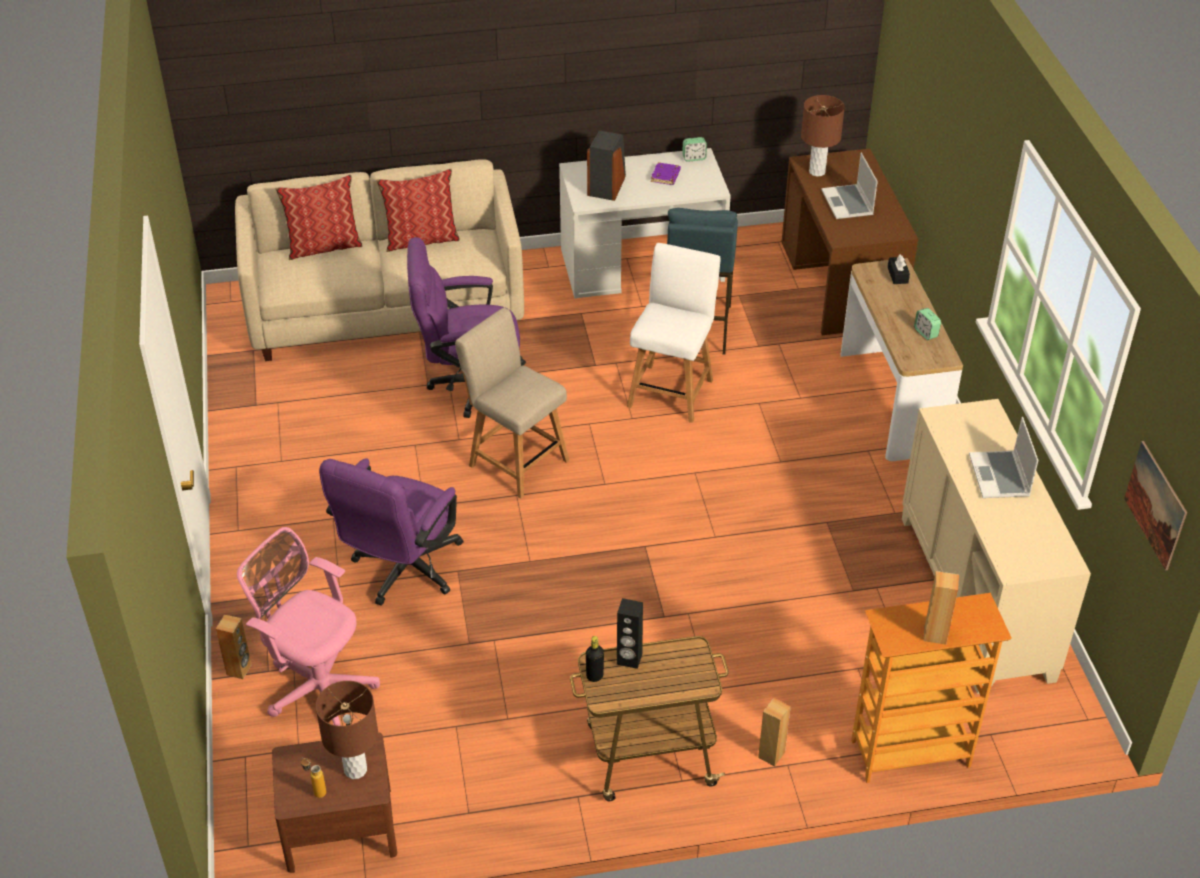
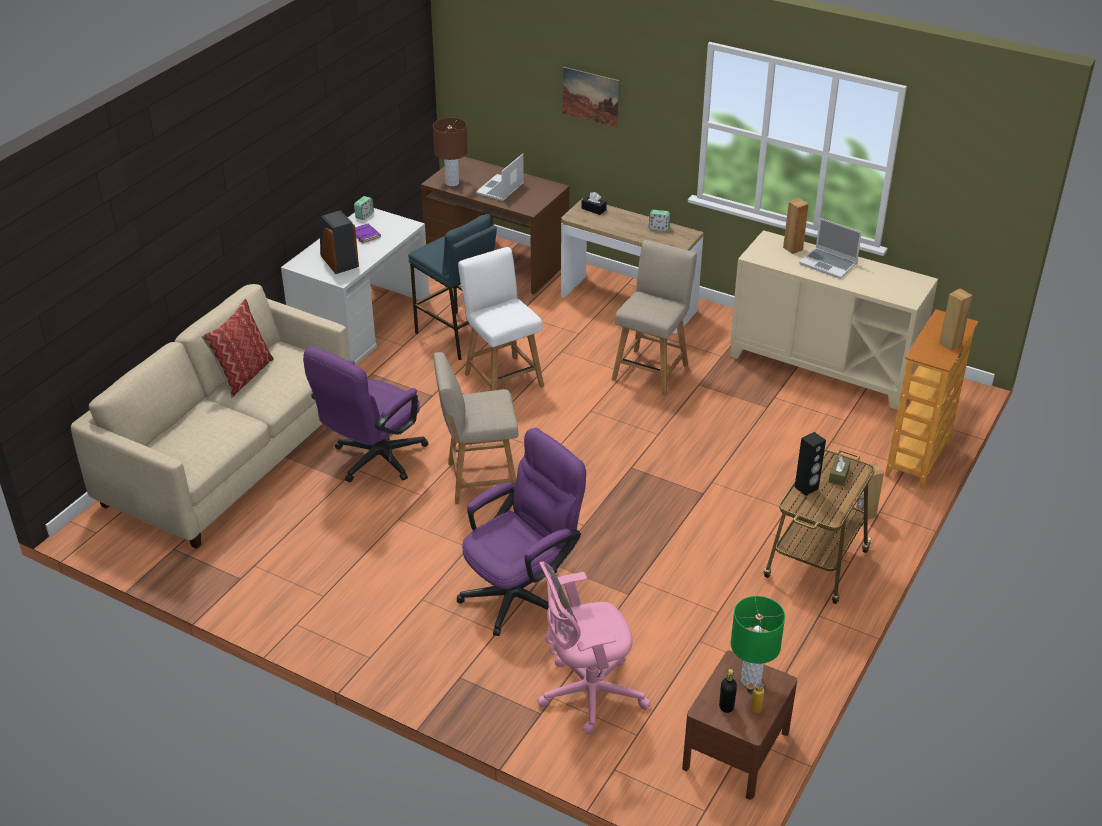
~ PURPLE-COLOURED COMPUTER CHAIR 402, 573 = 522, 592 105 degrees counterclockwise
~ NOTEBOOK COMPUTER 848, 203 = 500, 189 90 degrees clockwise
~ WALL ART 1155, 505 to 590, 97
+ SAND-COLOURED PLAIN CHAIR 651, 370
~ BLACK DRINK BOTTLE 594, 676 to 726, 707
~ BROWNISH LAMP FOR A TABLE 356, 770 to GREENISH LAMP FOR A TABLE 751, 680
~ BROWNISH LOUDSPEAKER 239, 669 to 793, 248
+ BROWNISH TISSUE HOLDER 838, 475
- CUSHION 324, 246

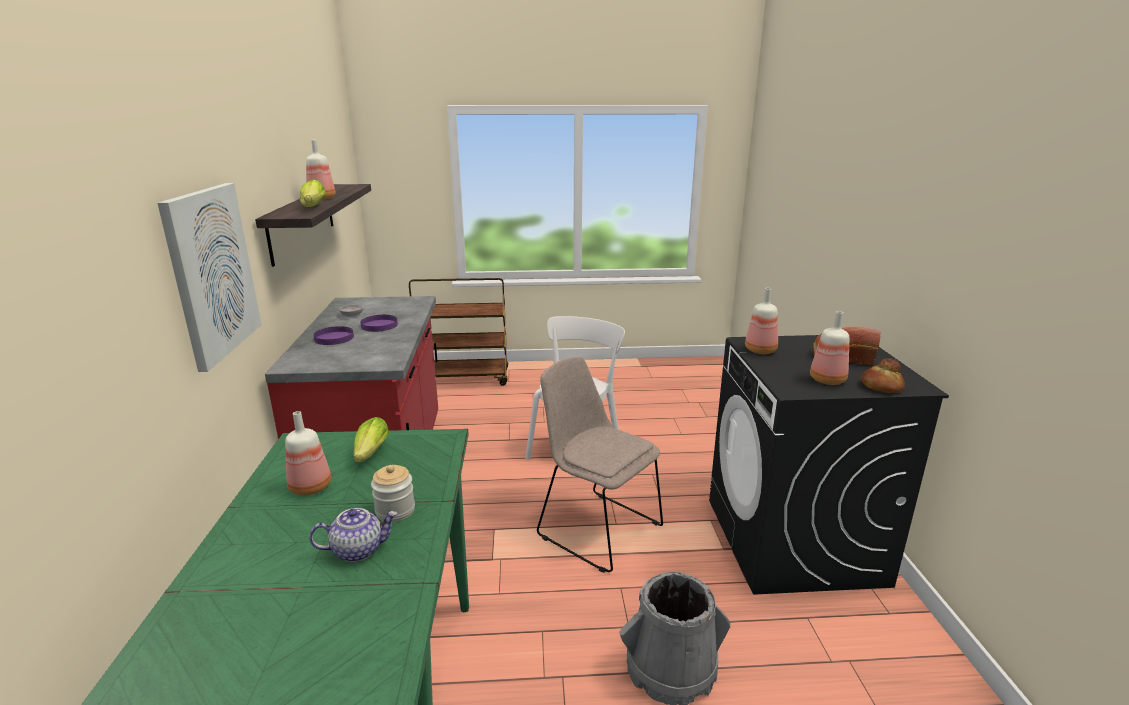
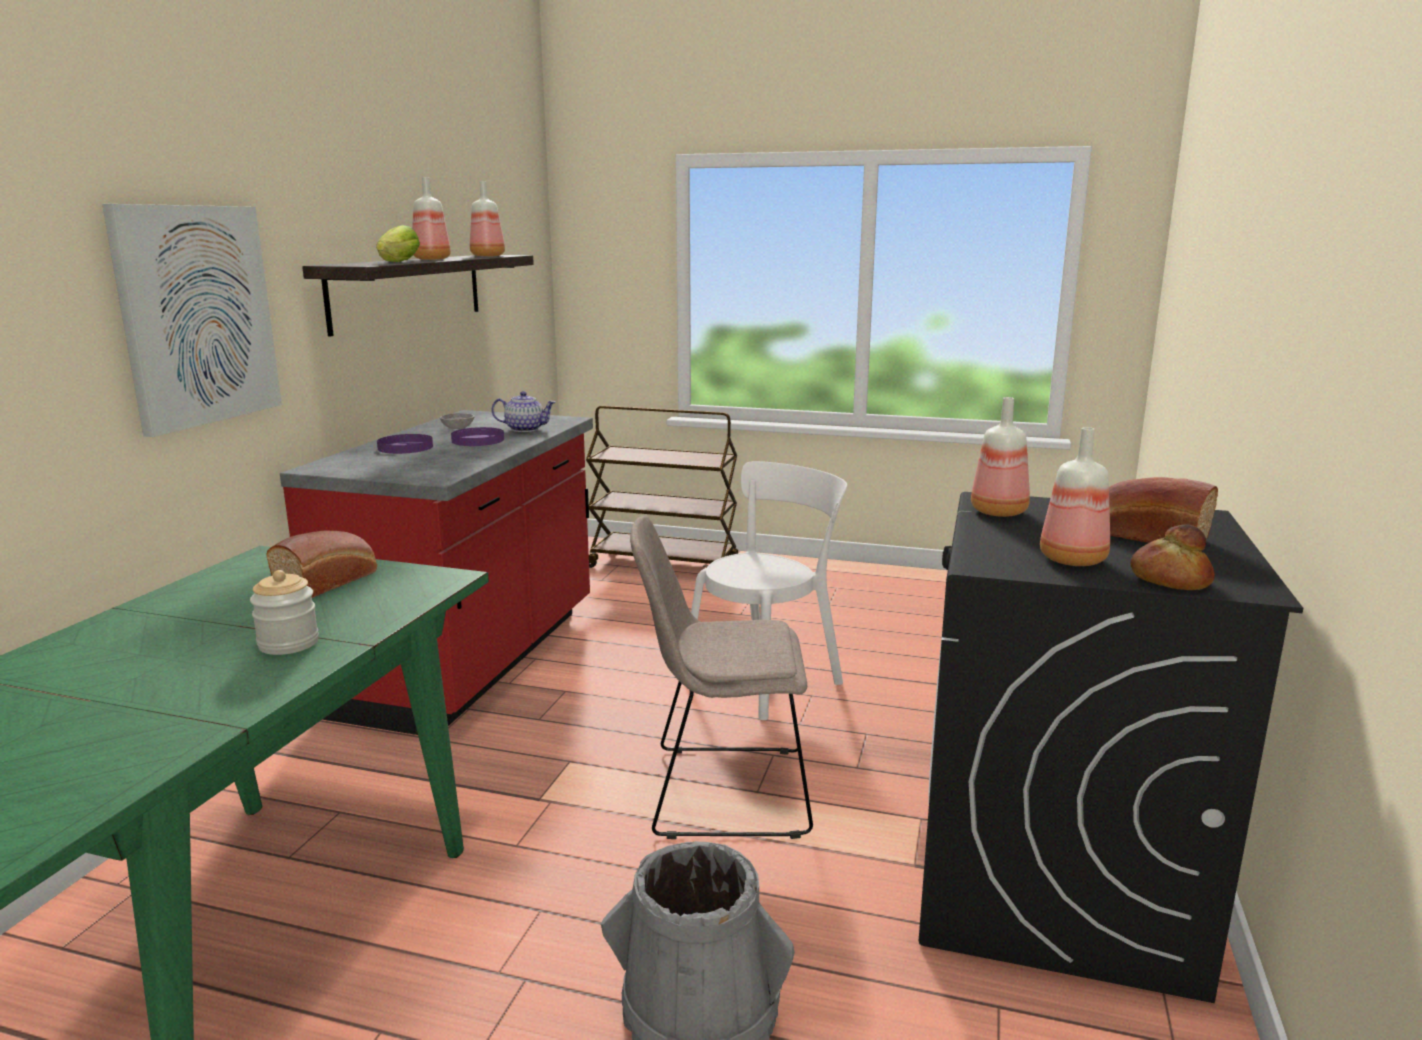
~ HEAD OF LETTUCE 369, 455 to BAKERY BREAD 329, 582
~ DRINK BOTTLE 312, 487 to 489, 256
~ TEAPOT 358, 550 to 525, 429
~ SAND-COLOURED PLAIN CHAIR 596, 528 = 722, 791 60 degrees counterclockwise

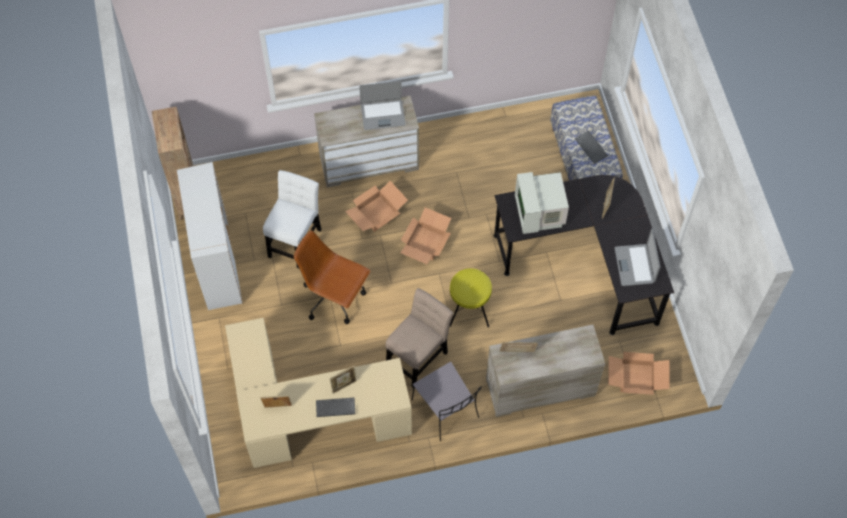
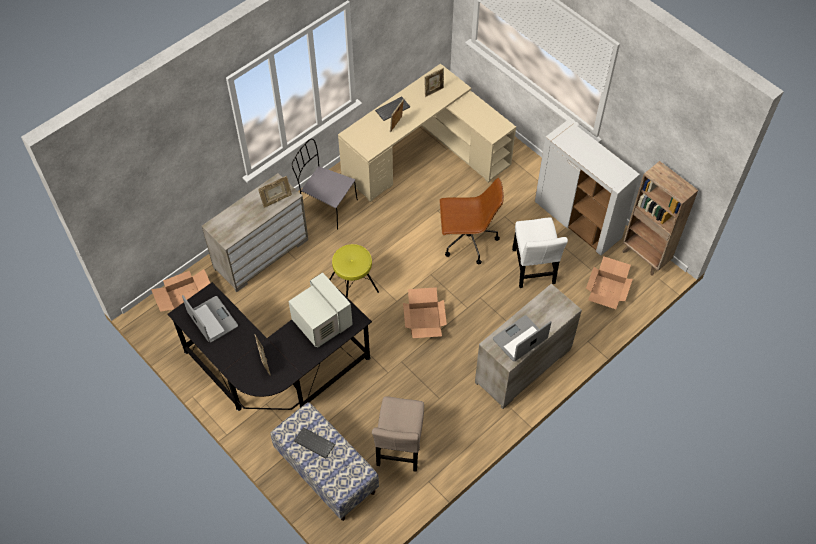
~ SAND-COLOURED PLAIN CHAIR 418, 356 to 400, 448
~ CARTON 377, 214 to 606, 290

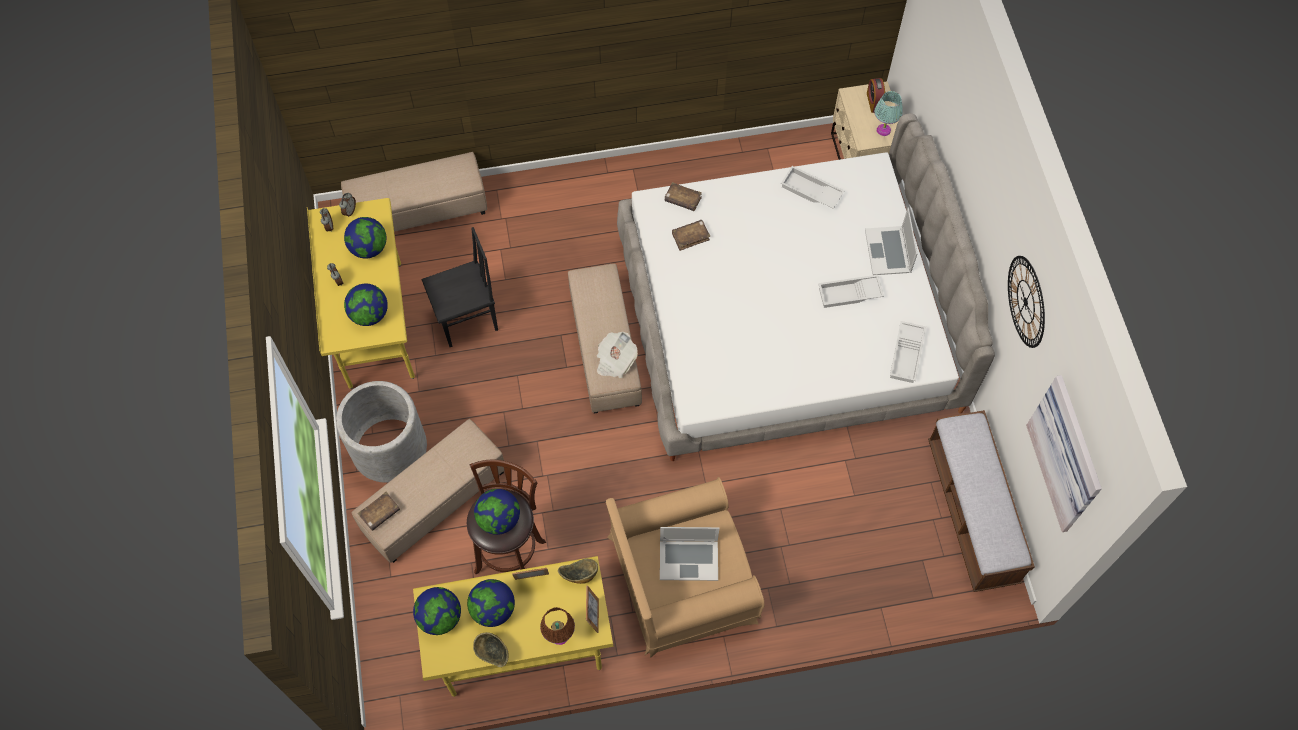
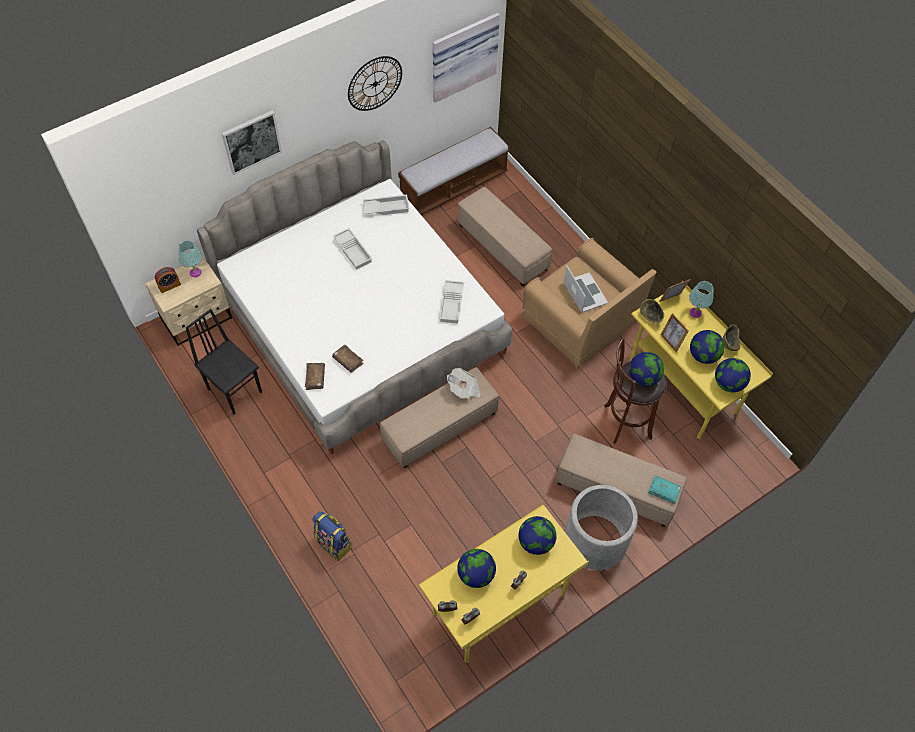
~ BLACK PLAIN CHAIR 467, 321 to 235, 389
+ WALL ART 251, 141
+ BACKPACK 334, 543
~ WHITE SERVING TRAY 810, 191 to 452, 304
~ SAND-COLOURED OTTOMAN 418, 211 to 503, 247
~ BROWNISH BOUND BOOK 380, 513 to TURQUOISE BOUND BOOK 664, 491
~ BROWNISH LAMP FOR A TABLE 560, 636 to TURQUOISE LAMP FOR A TABLE 695, 312
- NOTEBOOK COMPUTER 888, 251

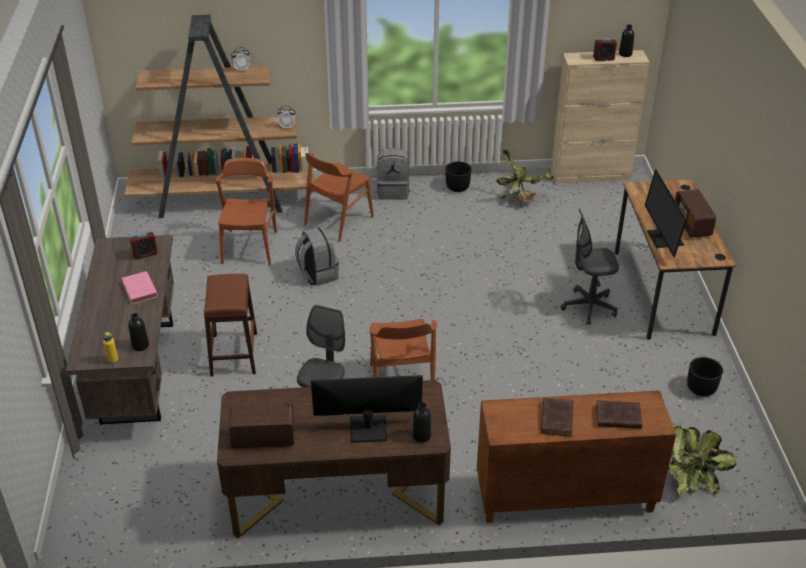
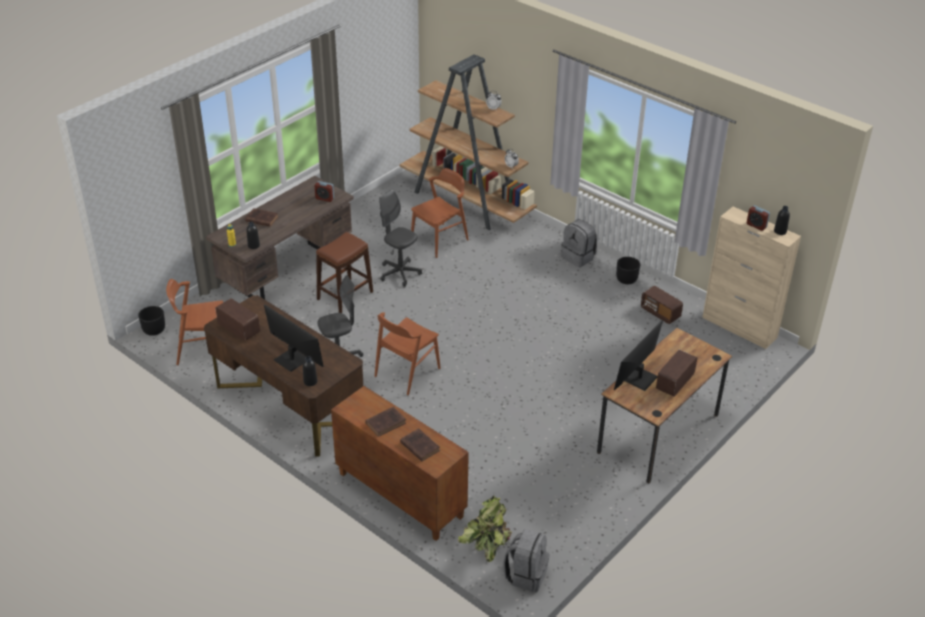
~ BLACK FLOWER POT 701, 388 to 154, 330
~ BROWNISH PLAIN CHAIR 338, 220 to 202, 349
+ BROWNISH BOUND BOOK 261, 219
~ GREY COMPUTER CHAIR 589, 307 to 399, 273
~ GREY BACKPACK 317, 274 to 526, 574
~ PLANT IN A POT 522, 198 to RADIO RECEIVER 660, 313
- PINK BOUND BOOK 140, 290

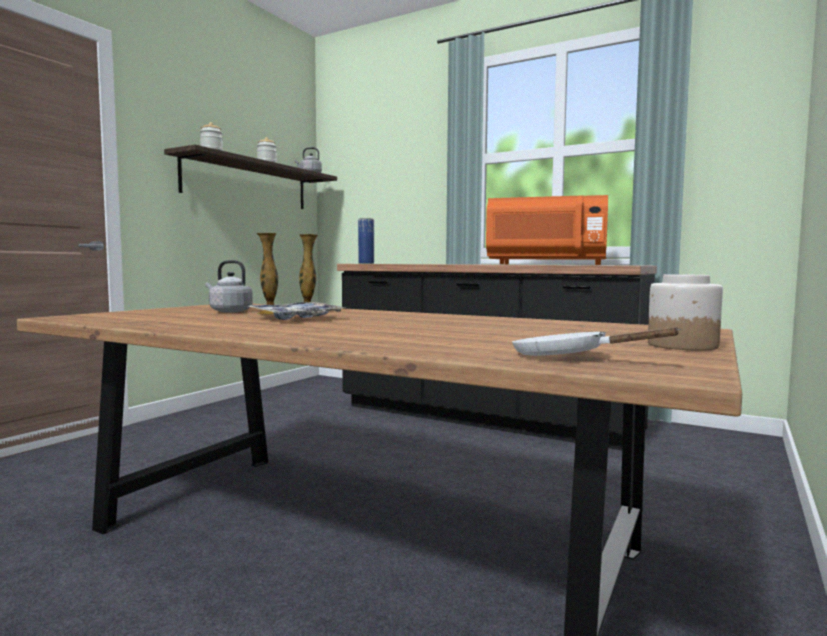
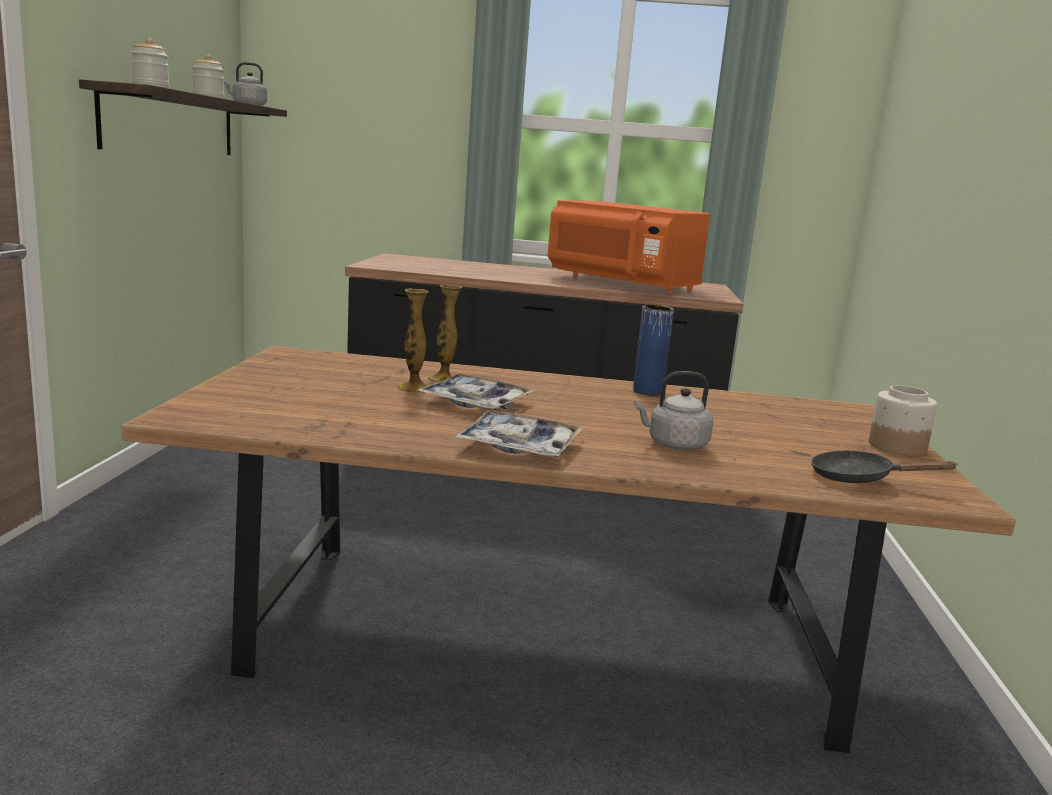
+ SERVING TRAY 519, 446
~ ORANGEY MICROWAVE OVEN 546, 264 = 622, 283 45 degrees clockwise
~ BLUISH DECORATIVE VASE 366, 263 to 648, 391
~ GREY KETTLE 229, 311 to 674, 445
~ WHITE PAN 569, 357 to BLACK PAN 859, 478

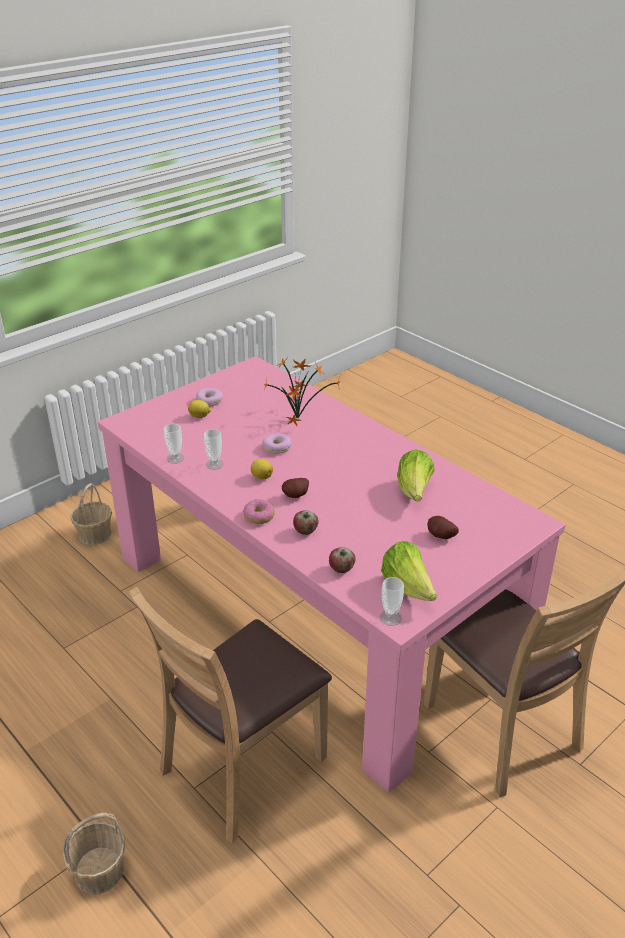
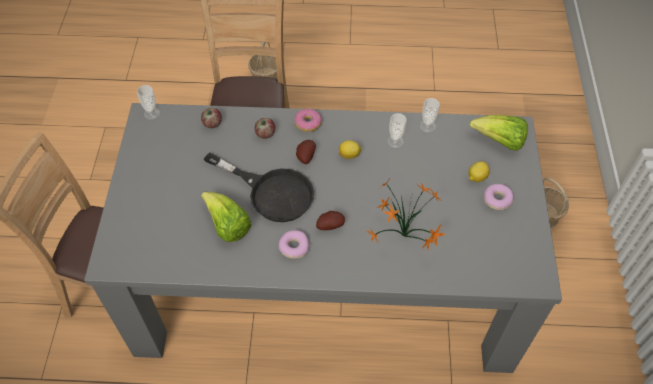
~ PINK DINING TABLE 312, 610 to GREY DINING TABLE 326, 281
+ BLACK PAN 271, 192
~ RING DOUGHNUT 277, 448 to 293, 247
~ SPUD 440, 537 to 330, 225
~ HEAD OF LETTUCE 408, 587 to 499, 141

